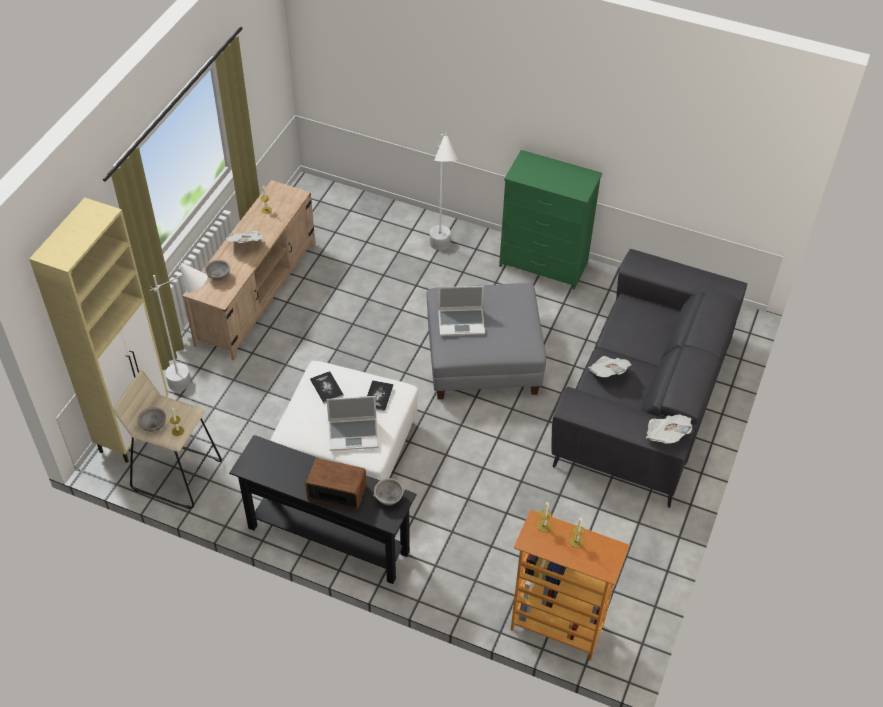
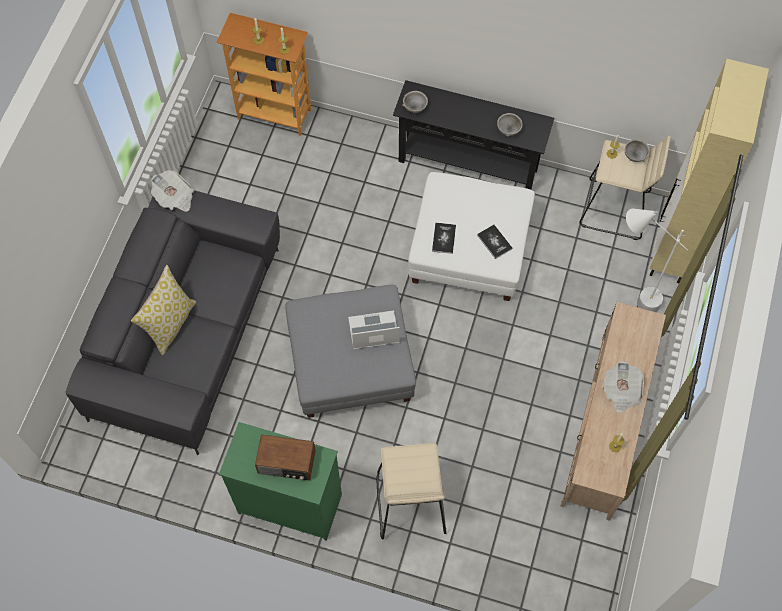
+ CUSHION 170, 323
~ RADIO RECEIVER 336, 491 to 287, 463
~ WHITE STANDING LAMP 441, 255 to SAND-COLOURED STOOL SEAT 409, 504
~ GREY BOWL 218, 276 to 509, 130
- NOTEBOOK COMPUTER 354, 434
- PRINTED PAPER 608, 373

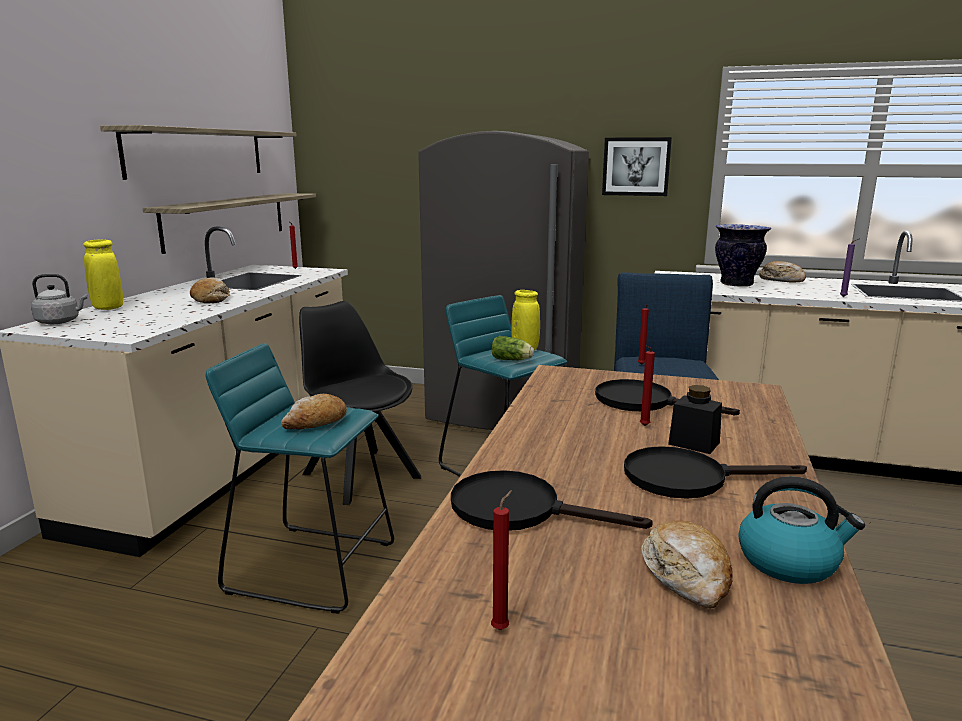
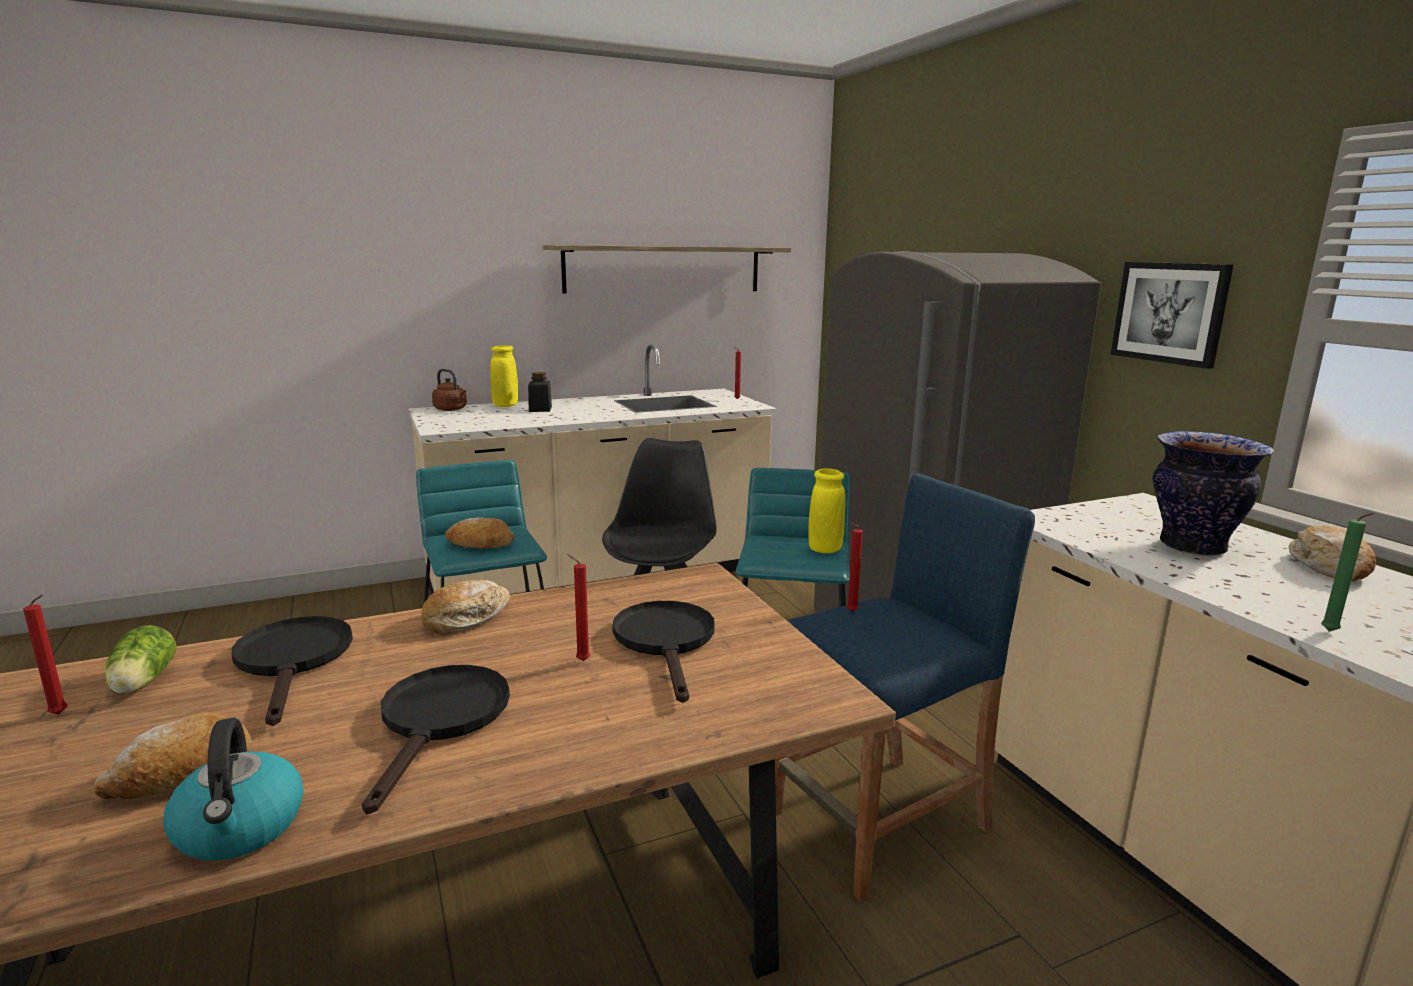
~ HEAD OF LETTUCE 512, 360 to 141, 683
~ BLACK PAN 688, 478 = 440, 721 45 degrees clockwise
~ BAKERY BREAD 211, 299 to 466, 618
~ GREY KETTLE 60, 322 to BROWNISH KETTLE 451, 409
~ BLACK JAR 694, 443 to 540, 409
~ PURPLE-COLOURED CANDLE 844, 297 to GREENISH CANDLE 1331, 632
- SHELF 226, 220

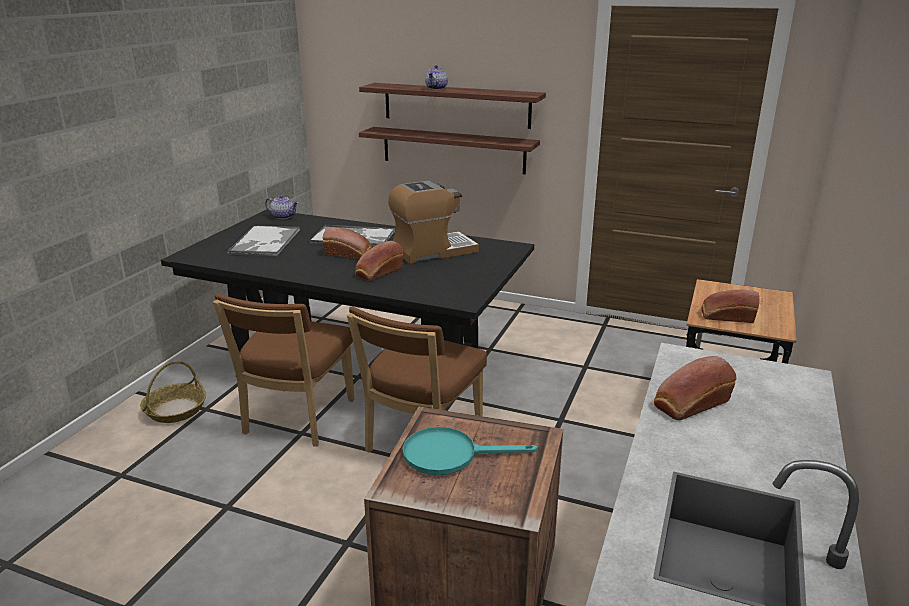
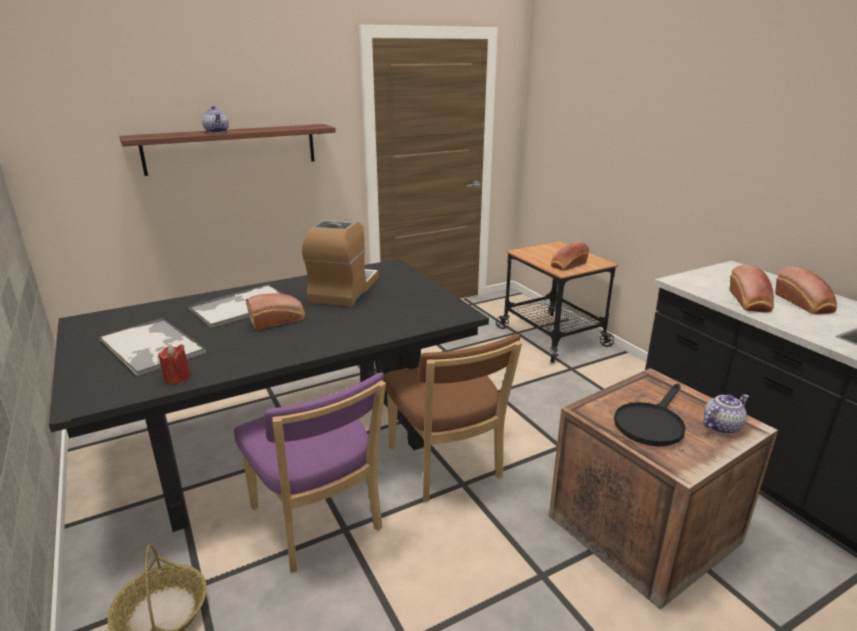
+ RED CANDLE 177, 378
~ BROWNISH PLAIN CHAIR 296, 420 to PURPLE-COLOURED PLAIN CHAIR 318, 523
~ TURQUOISE PAN 450, 455 to BLACK PAN 651, 423
~ TEAPOT 283, 216 to 721, 426
~ BAKERY BREAD 378, 272 to 804, 304
- SHELF 453, 150

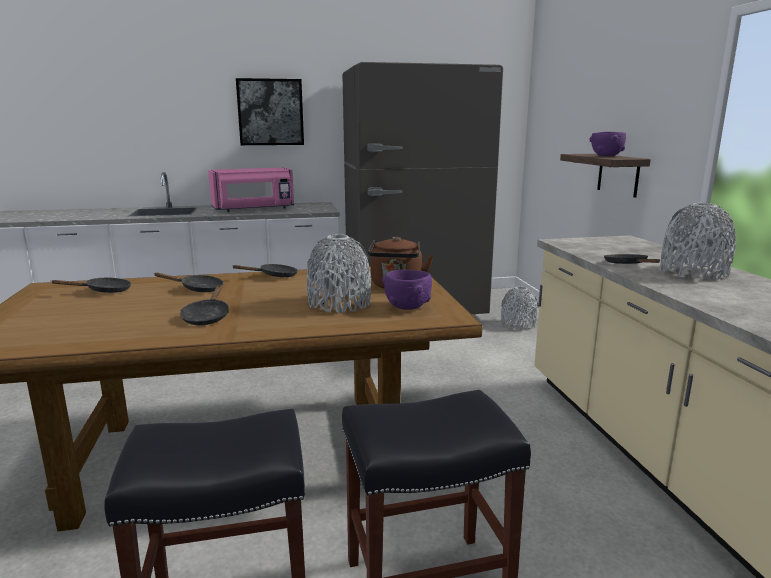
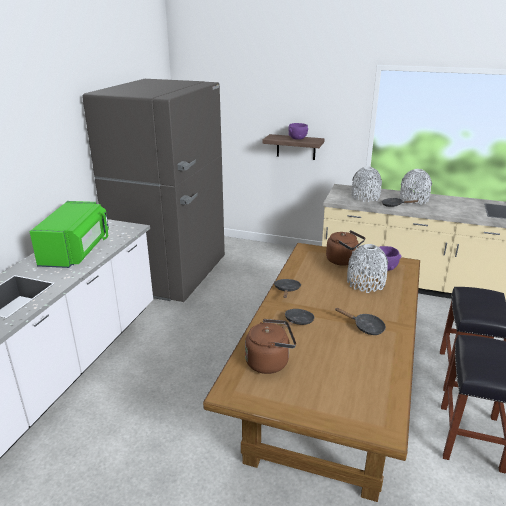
~ PINK MICROWAVE OVEN 254, 209 to GREENISH MICROWAVE OVEN 77, 251
~ BLACK PAN 104, 291 to BROWNISH KETTLE 270, 362
~ GREY DECORATIVE VASE 518, 324 to 365, 197
- WALL ART 270, 112

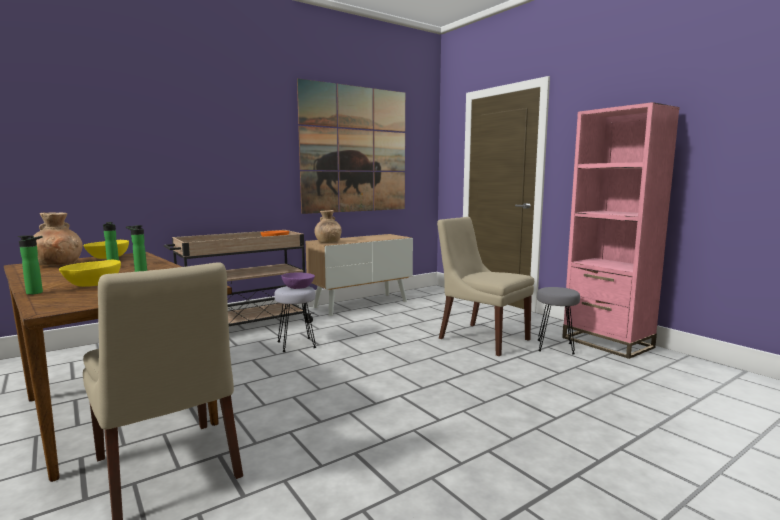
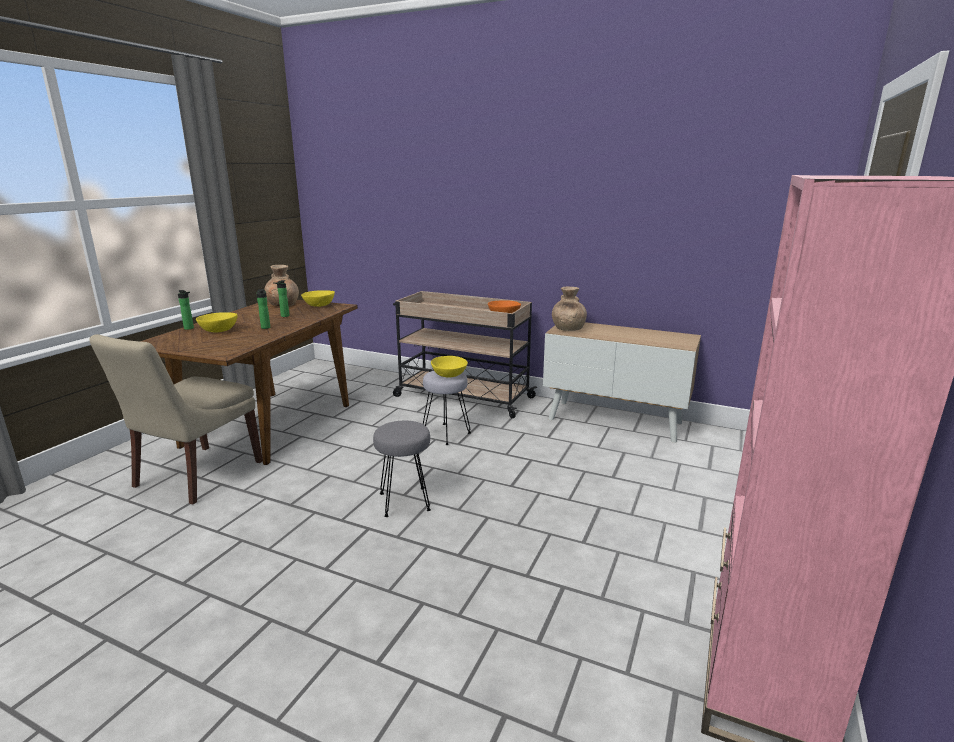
~ GREY STOOL SEAT 554, 347 to 405, 501
~ PURPLE-COLOURED BOWL 298, 287 to YELLOWISH BOWL 449, 375
- WALL ART 355, 150
- SAND-COLOURED PLAIN CHAIR 481, 338

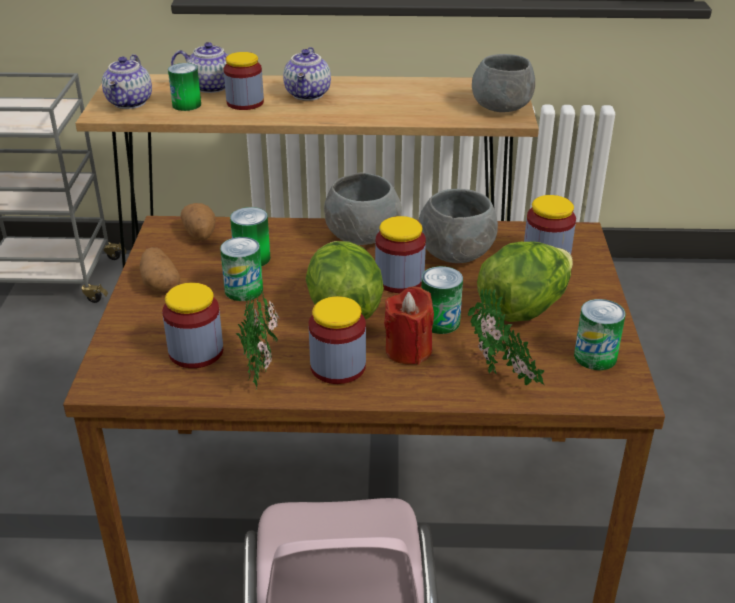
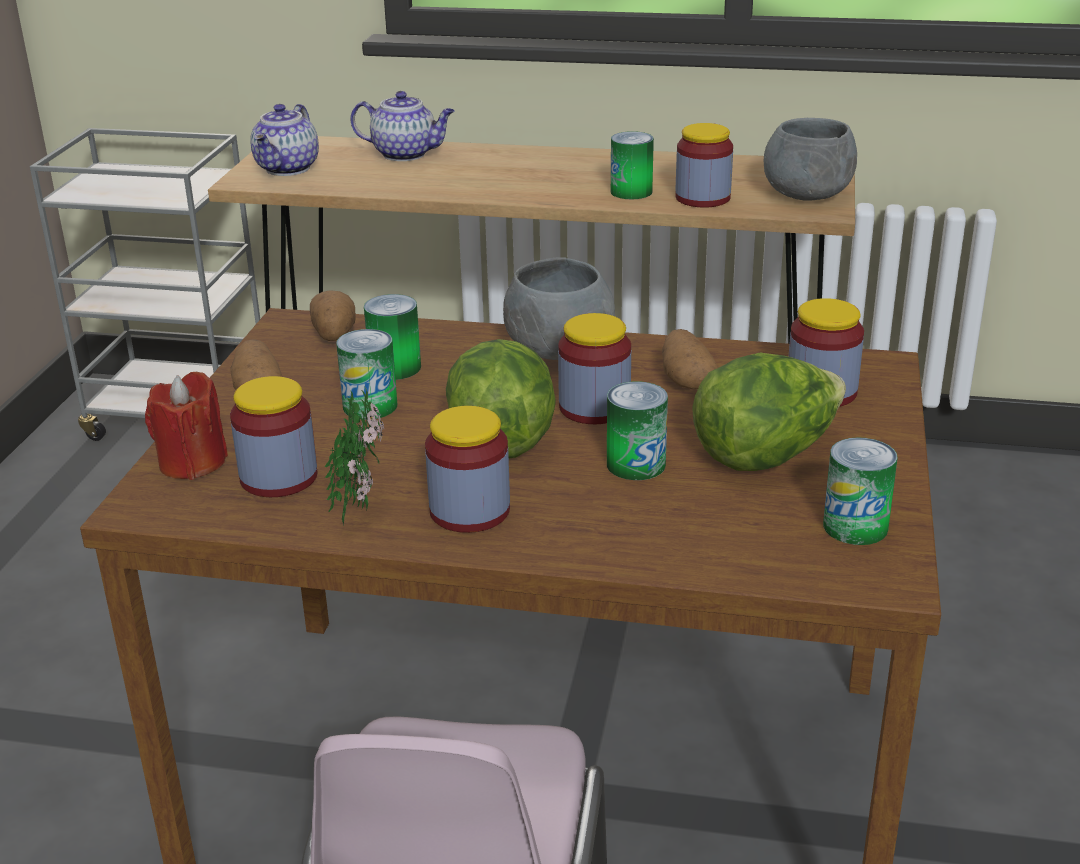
~ RED CANDLE 408, 350 to 192, 463
~ METAL CAN 186, 105 to 631, 192
~ GREY BOWL 455, 254 to SPUD 686, 380
~ JAR 245, 103 to 702, 198
- TEAPOT 309, 95
- PLANT IN A POT 501, 378

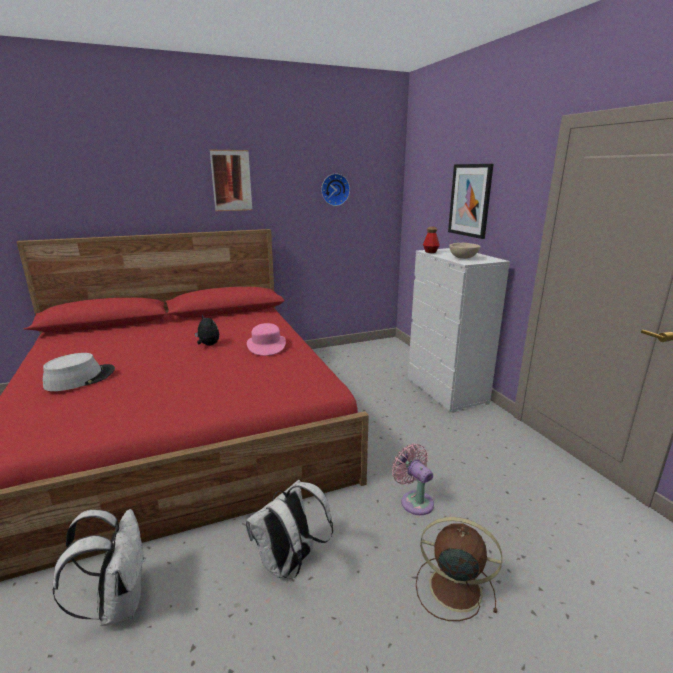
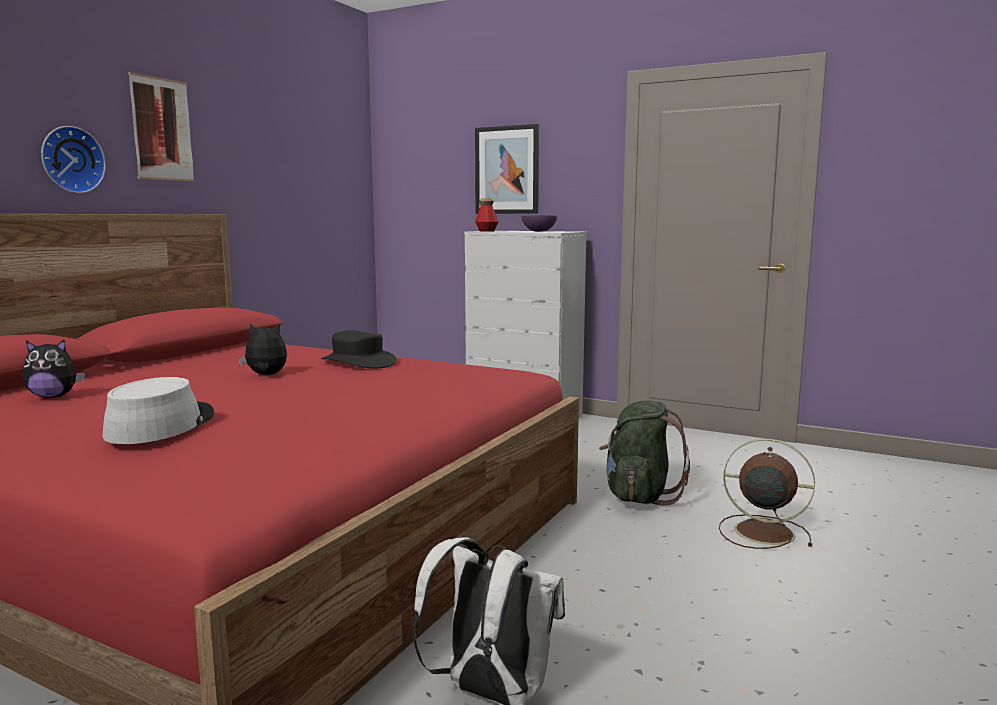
+ SOFT TOY 54, 397
~ HANGING CLOCK 334, 189 to 71, 160
~ PINK CLOTHING HAT 266, 345 to BLACK CLOTHING HAT 358, 362
~ SAND-COLOURED BOWL 463, 258 to PURPLE-COLOURED BOWL 538, 231
~ PINK COOLING FAN 414, 501 to GREENISH BACKPACK 639, 496
~ BROWNISH COOLING FAN 452, 587 = 761, 532 45 degrees clockwise
- WHITE BACKPACK 289, 564

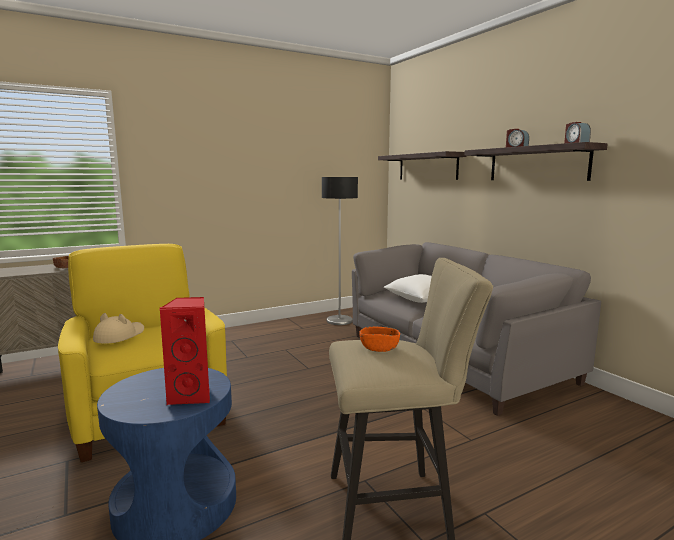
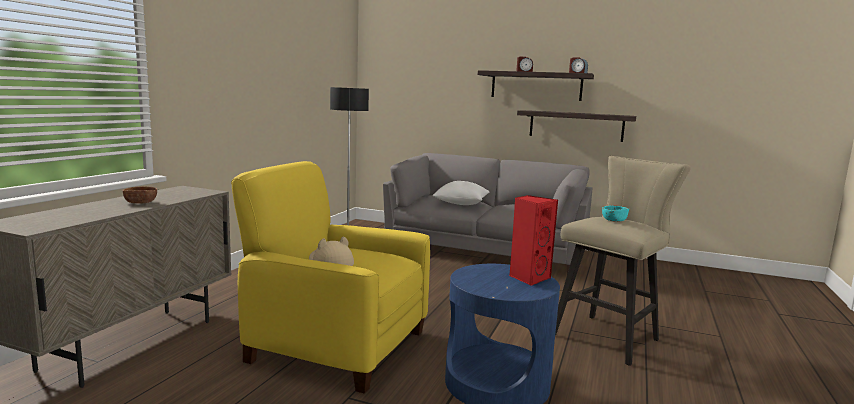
~ SHELF 427, 167 to 576, 125
~ ORANGEY BOWL 379, 348 to TURQUOISE BOWL 614, 220

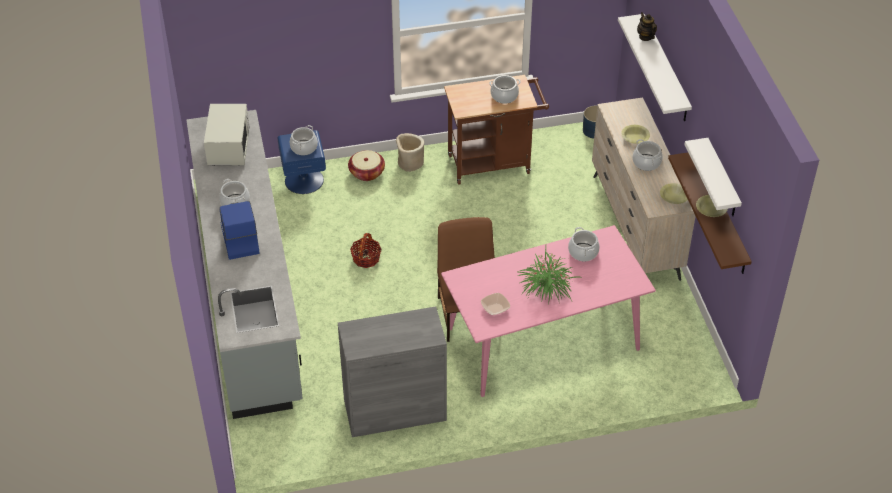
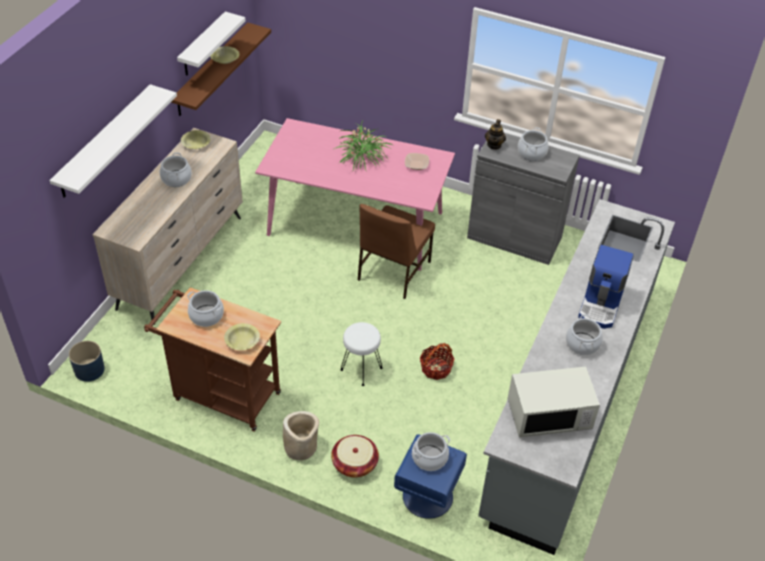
~ YELLOWISH BOWL 635, 138 to 242, 341
+ WHITE STOOL SEAT 361, 369
~ TEAPOT 645, 37 to 494, 145
~ WHITE MICROWAVE OVEN 228, 147 = 549, 415 135 degrees counterclockwise
~ STOCKPOT 583, 252 to 532, 153

